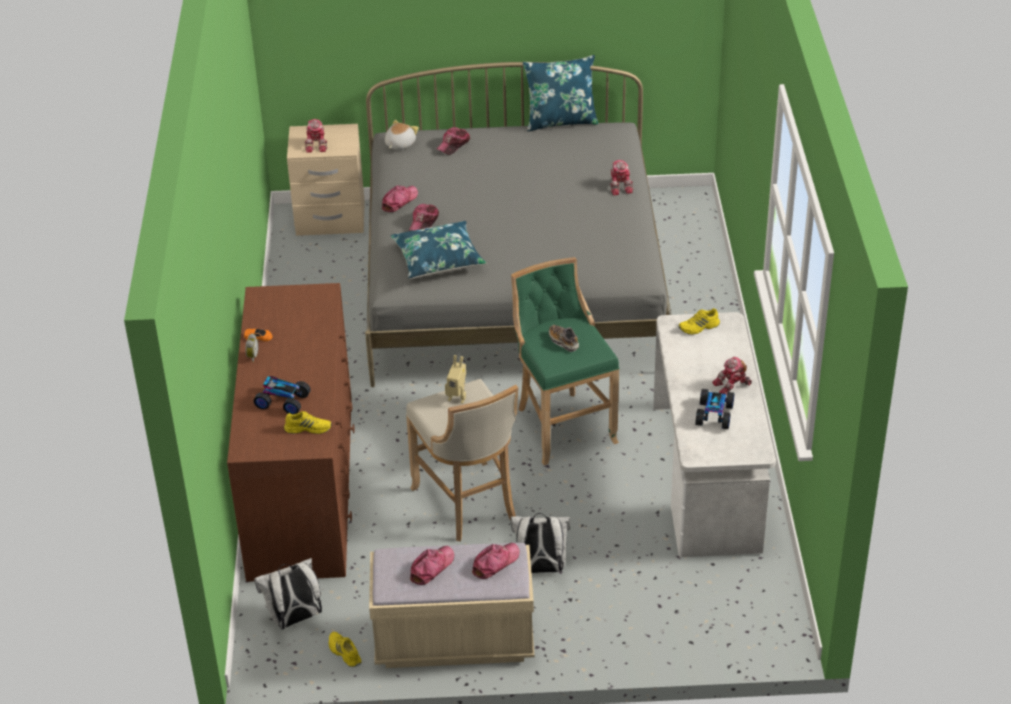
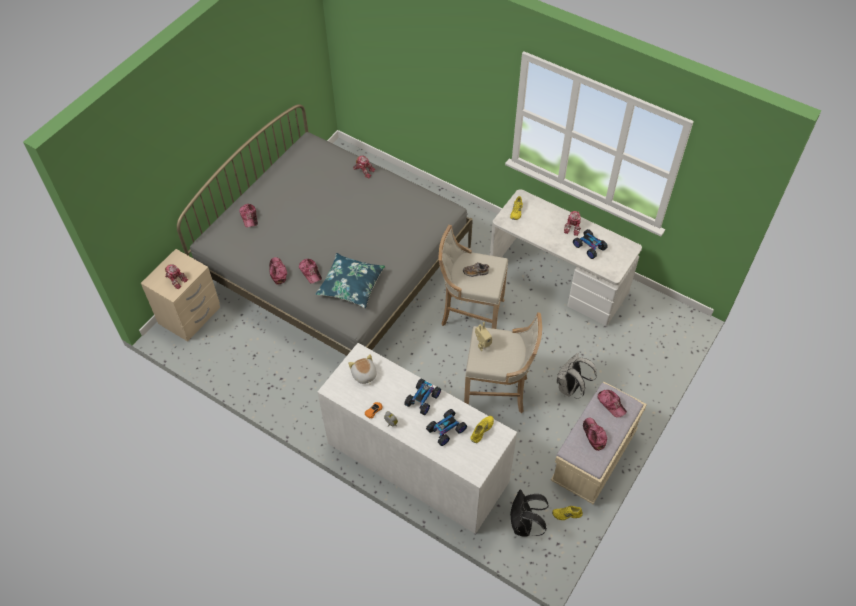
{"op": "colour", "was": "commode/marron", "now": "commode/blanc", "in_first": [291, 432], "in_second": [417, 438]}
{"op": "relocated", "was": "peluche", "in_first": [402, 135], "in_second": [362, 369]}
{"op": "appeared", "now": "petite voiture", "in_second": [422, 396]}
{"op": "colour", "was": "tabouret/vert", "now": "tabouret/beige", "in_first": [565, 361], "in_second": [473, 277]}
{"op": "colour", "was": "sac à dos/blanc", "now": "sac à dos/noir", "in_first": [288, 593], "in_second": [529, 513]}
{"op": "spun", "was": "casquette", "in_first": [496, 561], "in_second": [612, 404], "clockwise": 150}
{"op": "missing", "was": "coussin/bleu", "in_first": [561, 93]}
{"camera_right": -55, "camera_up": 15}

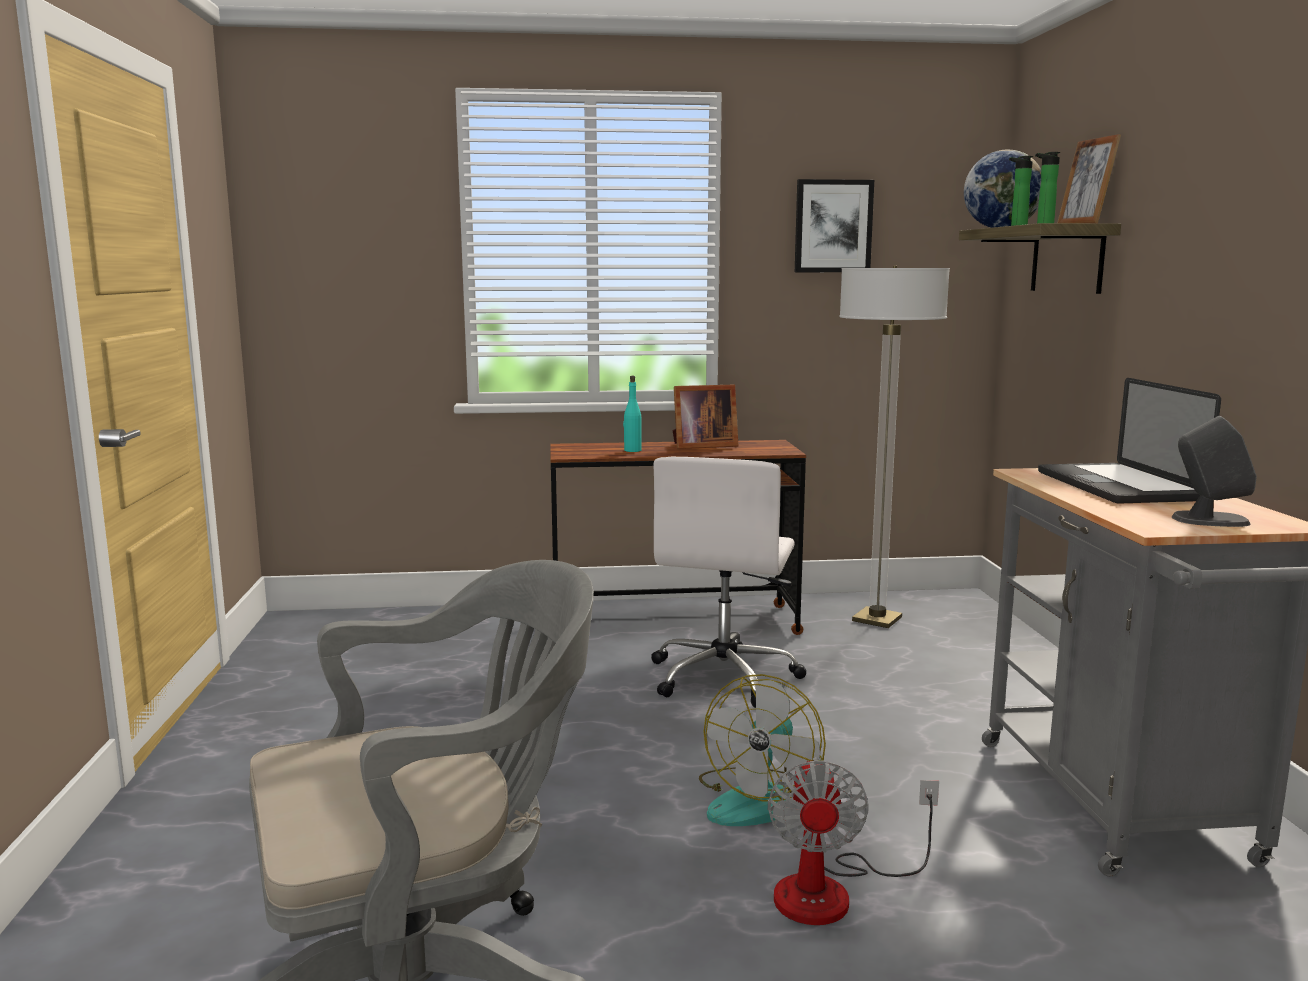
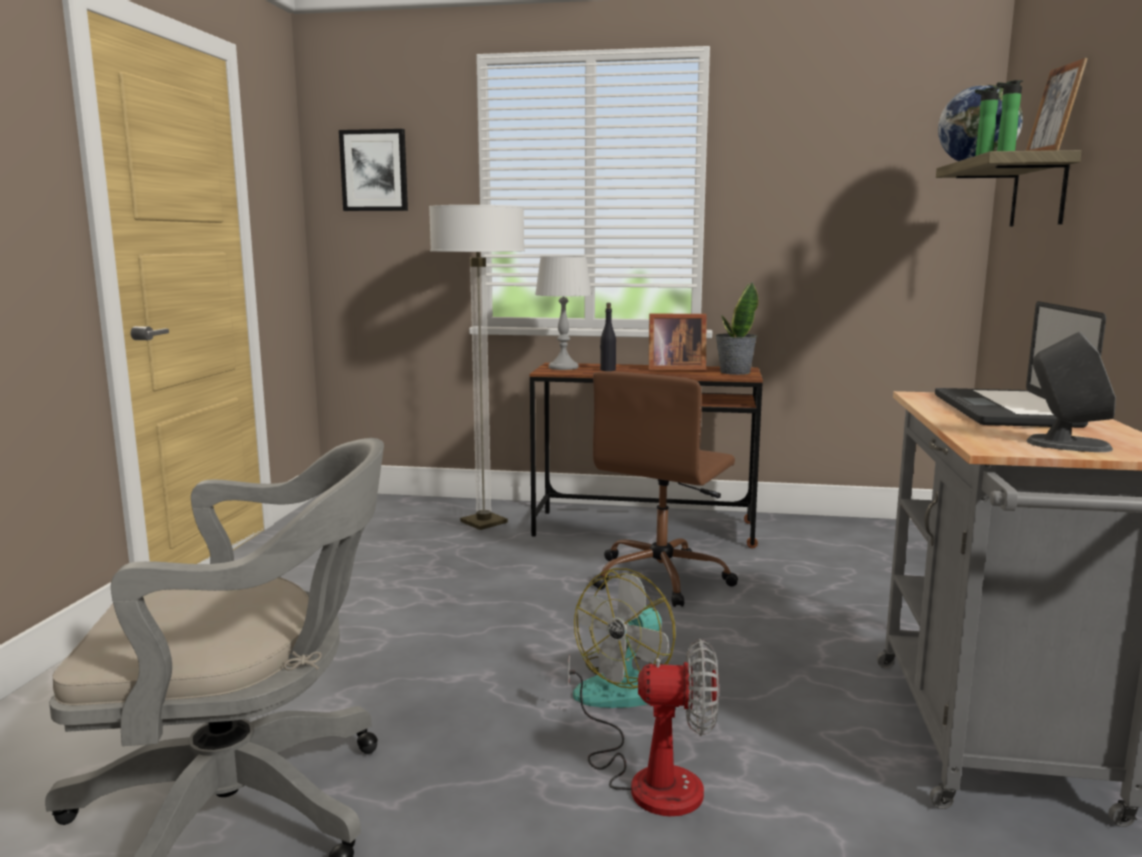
{"op": "relocated", "was": "tableau", "in_first": [834, 225], "in_second": [373, 170]}
{"op": "relocated", "was": "lampadaire", "in_first": [894, 447], "in_second": [477, 367]}
{"op": "appeared", "now": "lampe de table/gris", "in_second": [563, 313]}
{"op": "spun", "was": "ventilateur", "in_first": [853, 841], "in_second": [643, 727], "clockwise": -105}
{"op": "colour", "was": "chaise de bureau/blanc", "now": "chaise de bureau/marron", "in_first": [729, 582], "in_second": [665, 489]}
{"op": "colour", "was": "bouteille/turquoise", "now": "bouteille/noir", "in_first": [632, 414], "in_second": [608, 337]}
{"op": "appeared", "now": "plante en pot", "in_second": [737, 328]}
{"camera_right": 15, "camera_up": 0}

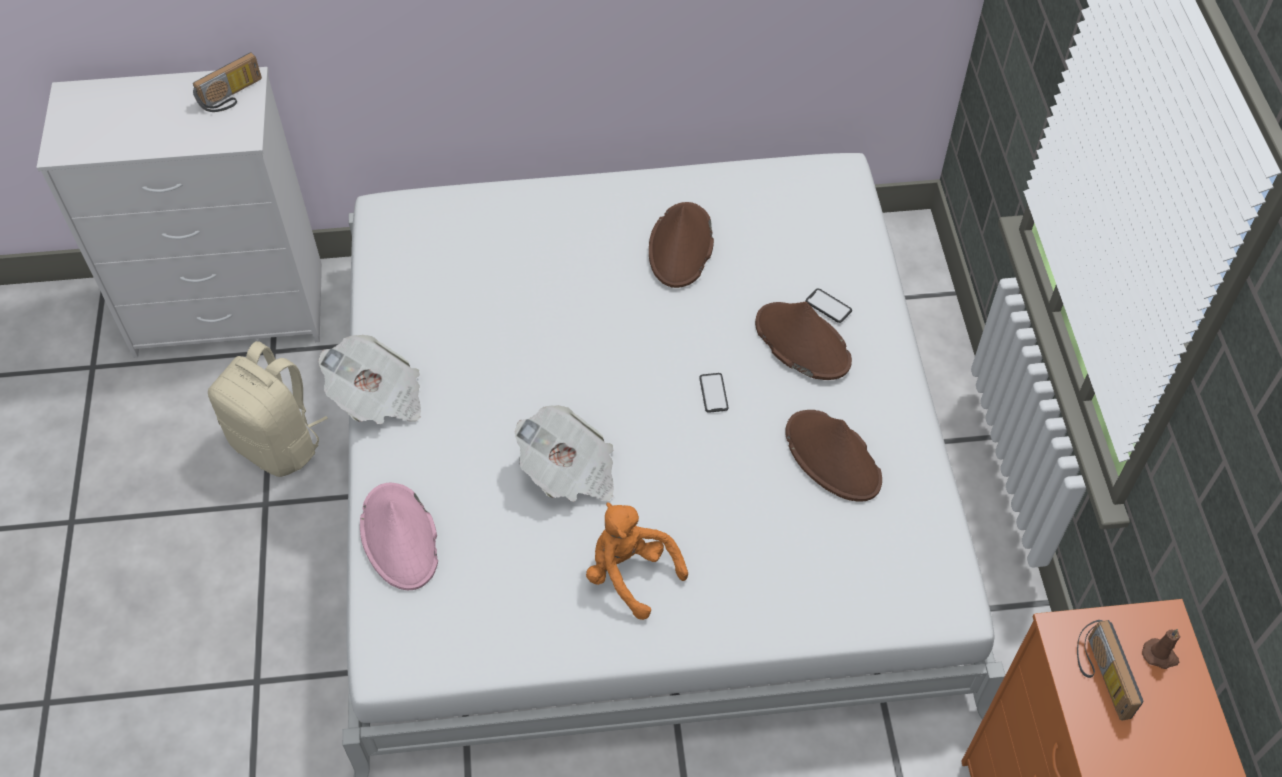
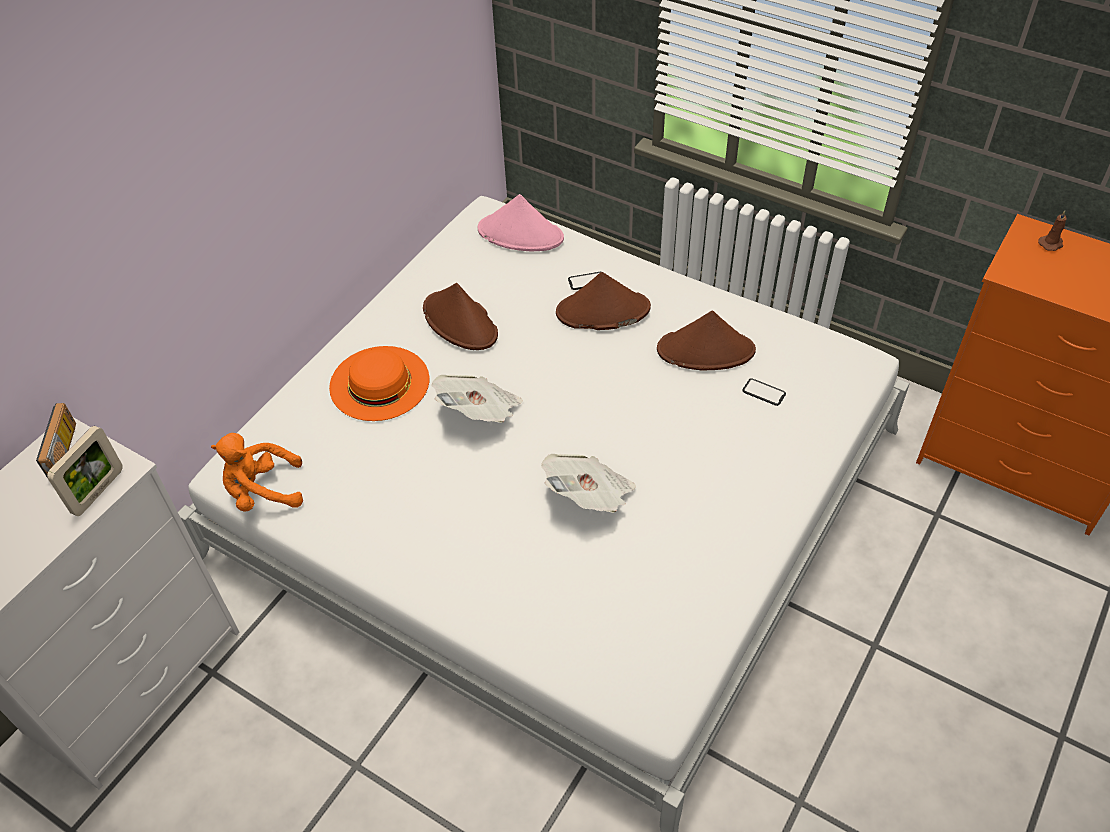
{"op": "appeared", "now": "cadre photo", "in_second": [85, 471]}
{"op": "relocated", "was": "peluche/orange", "in_first": [637, 561], "in_second": [257, 472]}
{"op": "appeared", "now": "chapeau/orange", "in_second": [379, 383]}
{"op": "relocated", "was": "journal", "in_first": [370, 379], "in_second": [477, 399]}
{"op": "relocated", "was": "chapeau/rose", "in_first": [399, 536], "in_second": [521, 222]}
{"op": "relocated", "was": "téléphone", "in_first": [713, 393], "in_second": [764, 392]}
{"op": "missing", "was": "sac à dos/beige", "in_first": [268, 409]}
{"op": "missing", "was": "radio", "in_first": [1110, 670]}
{"camera_right": -50, "camera_up": -5}

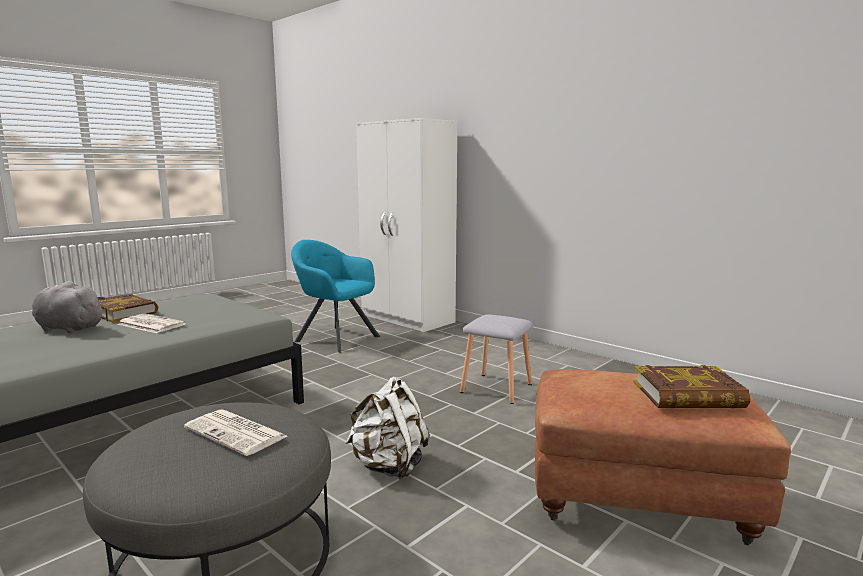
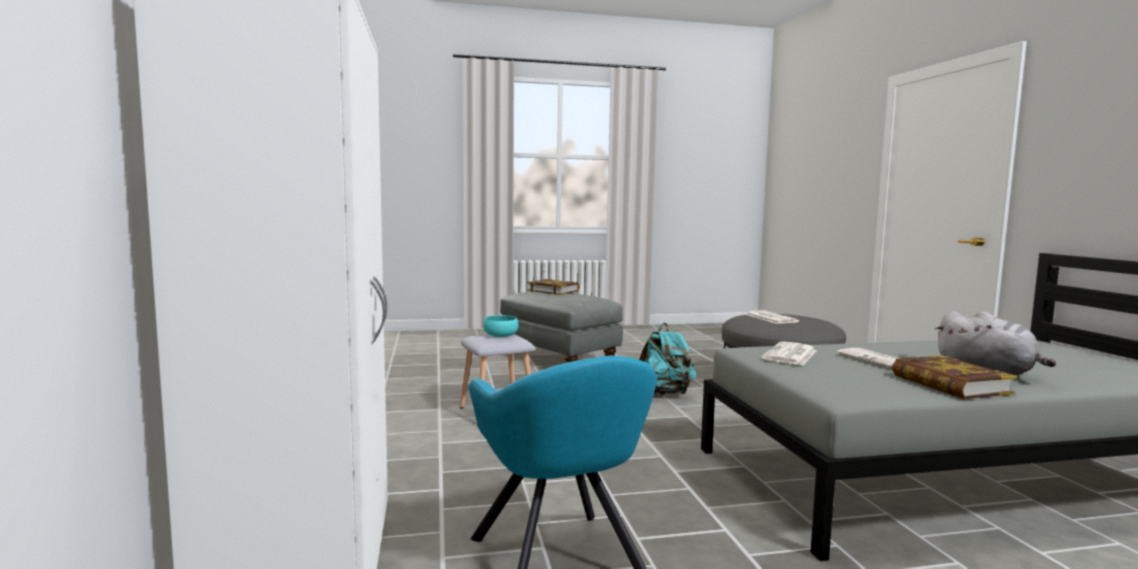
{"op": "appeared", "now": "bol/turquoise", "in_second": [501, 326]}
{"op": "colour", "was": "pouf/marron", "now": "pouf/gris", "in_first": [663, 457], "in_second": [561, 327]}
{"op": "colour", "was": "sac à dos/blanc", "now": "sac à dos/turquoise", "in_first": [387, 428], "in_second": [667, 359]}
{"op": "appeared", "now": "journal", "in_second": [789, 353]}
{"camera_right": -145, "camera_up": -5}

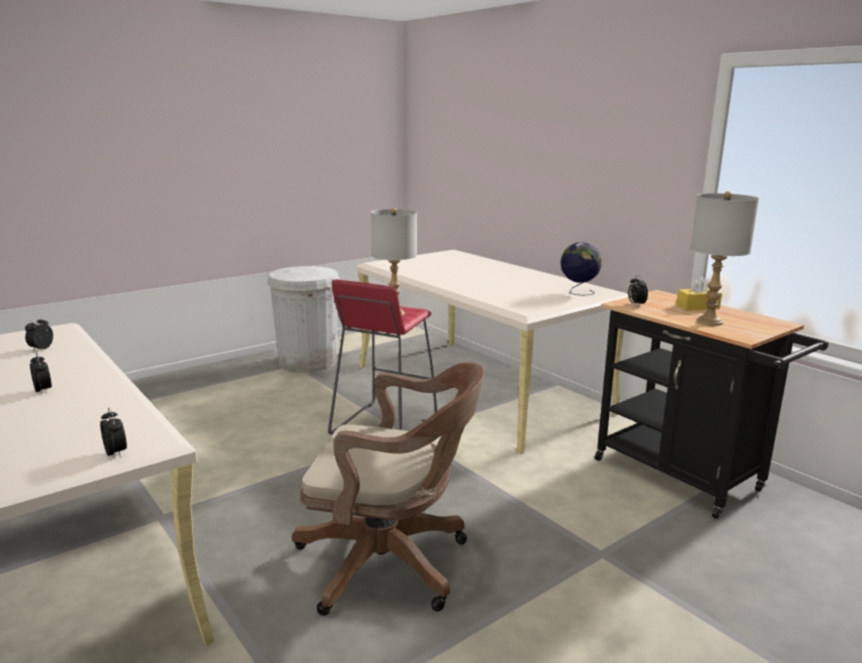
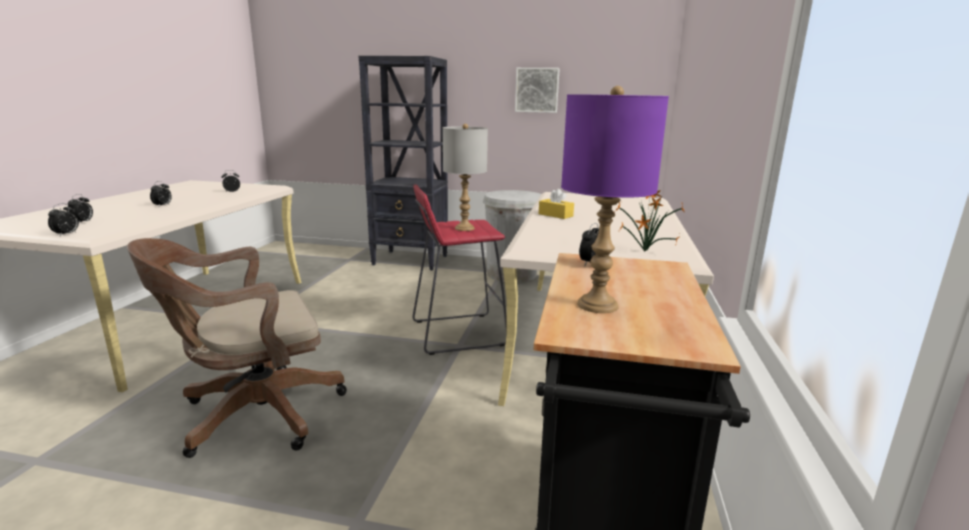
{"op": "appeared", "now": "réveil", "in_second": [80, 208]}
{"op": "spun", "was": "chaise de bureau/marron", "in_first": [388, 489], "in_second": [237, 348], "clockwise": 90}
{"op": "appeared", "now": "bibliothèque/noir", "in_second": [403, 163]}
{"op": "appeared", "now": "tableau", "in_second": [537, 90]}
{"op": "relocated", "was": "boîte à mouchoirs/jaune", "in_first": [699, 293], "in_second": [556, 204]}
{"op": "colour", "was": "lampe de table/gris", "now": "lampe de table/violet", "in_first": [724, 258], "in_second": [615, 199]}
{"op": "exchanged", "was": "globe", "now": "plante en pot", "in_first": [581, 268], "in_second": [649, 221]}
{"camera_right": 50, "camera_up": 0}

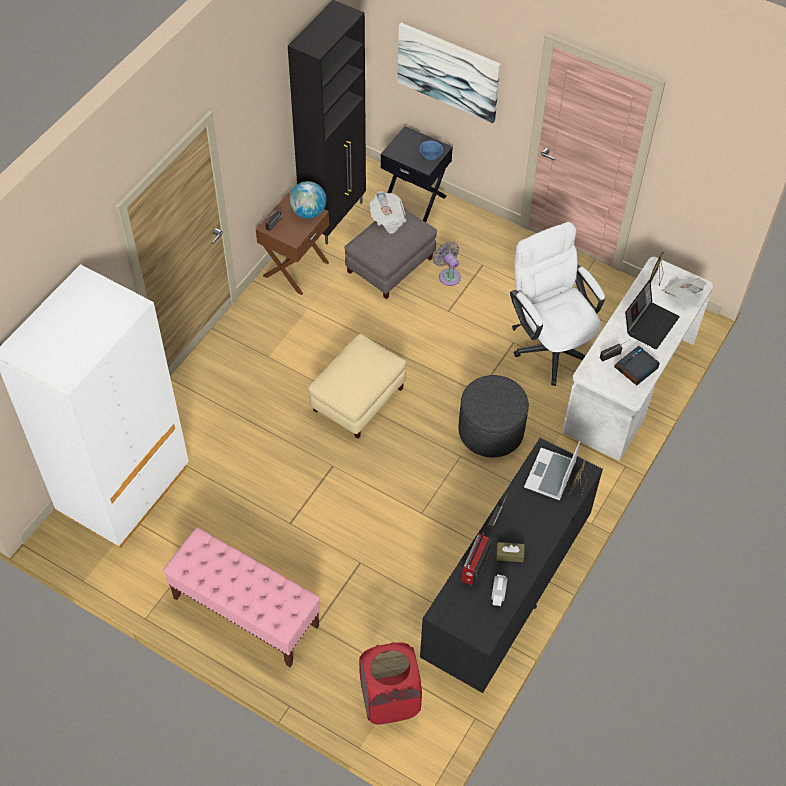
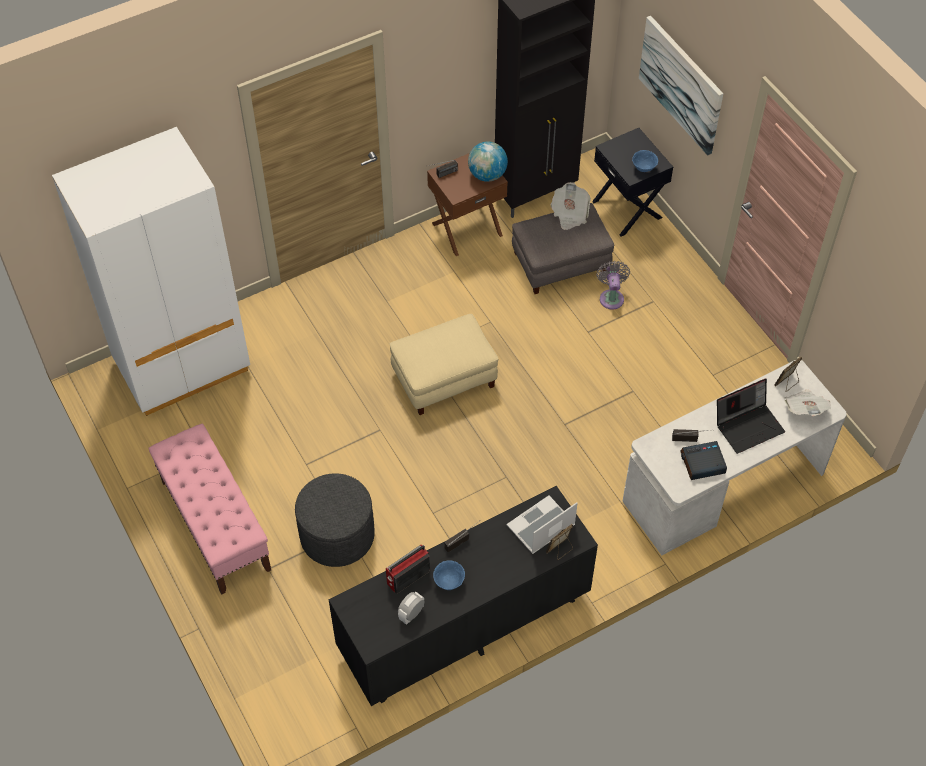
{"op": "relocated", "was": "pouf/gris", "in_first": [494, 416], "in_second": [335, 520]}
{"op": "exchanged", "was": "boîte à mouchoirs/marron", "now": "bol/bleu", "in_first": [510, 552], "in_second": [449, 575]}
{"op": "missing", "was": "panier à linge/rouge", "in_first": [390, 683]}
{"op": "missing", "was": "chaise de bureau/blanc", "in_first": [557, 304]}
{"camera_right": 30, "camera_up": 0}

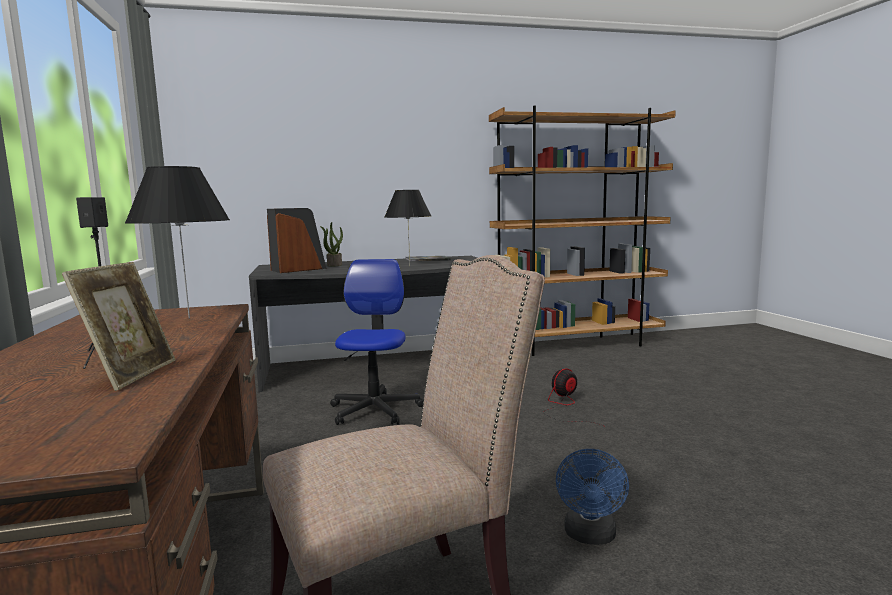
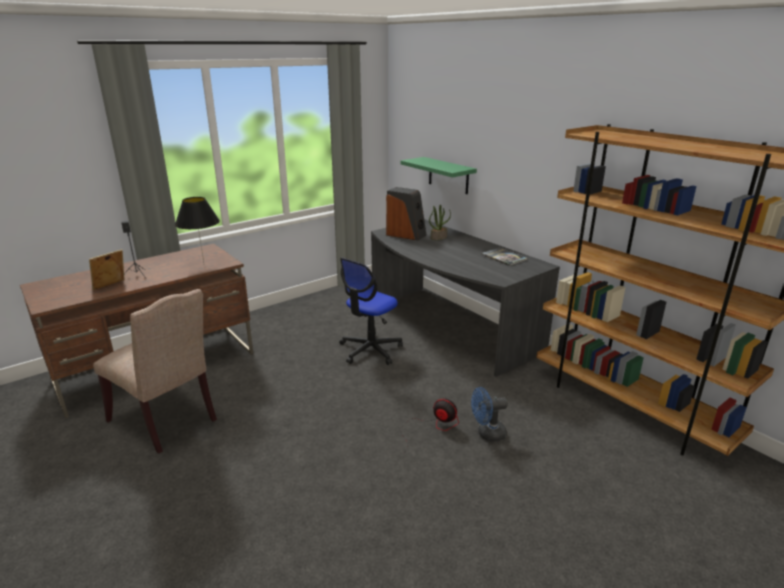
{"op": "spun", "was": "cadre photo", "in_first": [118, 326], "in_second": [106, 269], "clockwise": 150}
{"op": "spun", "was": "chaise de bureau", "in_first": [377, 342], "in_second": [371, 311], "clockwise": 150}
{"op": "appeared", "now": "étagère/vert", "in_second": [439, 175]}
{"op": "relocated", "was": "ventilateur/bleu", "in_first": [592, 497], "in_second": [489, 414]}
{"op": "missing", "was": "lampe de table/noir", "in_first": [408, 228]}
{"camera_right": 65, "camera_up": 15}

